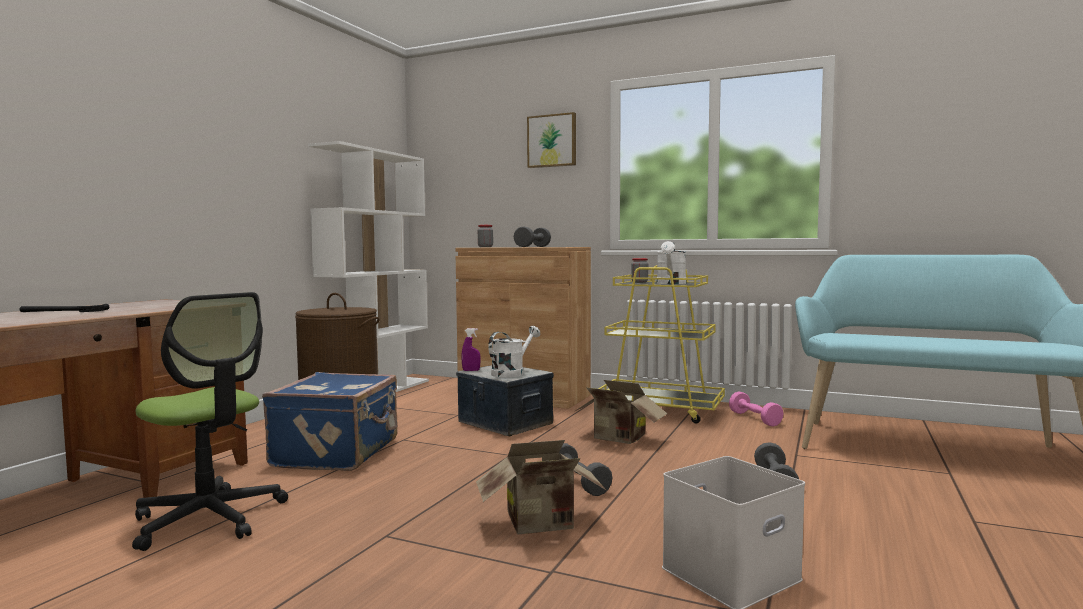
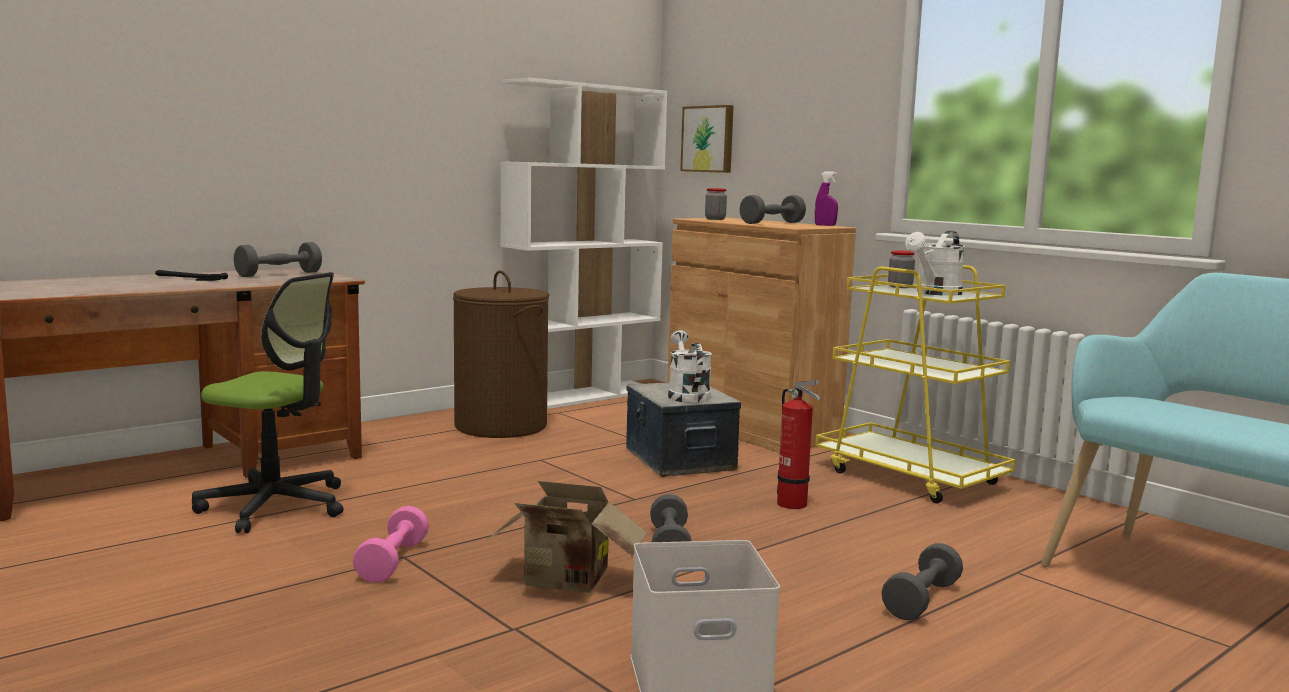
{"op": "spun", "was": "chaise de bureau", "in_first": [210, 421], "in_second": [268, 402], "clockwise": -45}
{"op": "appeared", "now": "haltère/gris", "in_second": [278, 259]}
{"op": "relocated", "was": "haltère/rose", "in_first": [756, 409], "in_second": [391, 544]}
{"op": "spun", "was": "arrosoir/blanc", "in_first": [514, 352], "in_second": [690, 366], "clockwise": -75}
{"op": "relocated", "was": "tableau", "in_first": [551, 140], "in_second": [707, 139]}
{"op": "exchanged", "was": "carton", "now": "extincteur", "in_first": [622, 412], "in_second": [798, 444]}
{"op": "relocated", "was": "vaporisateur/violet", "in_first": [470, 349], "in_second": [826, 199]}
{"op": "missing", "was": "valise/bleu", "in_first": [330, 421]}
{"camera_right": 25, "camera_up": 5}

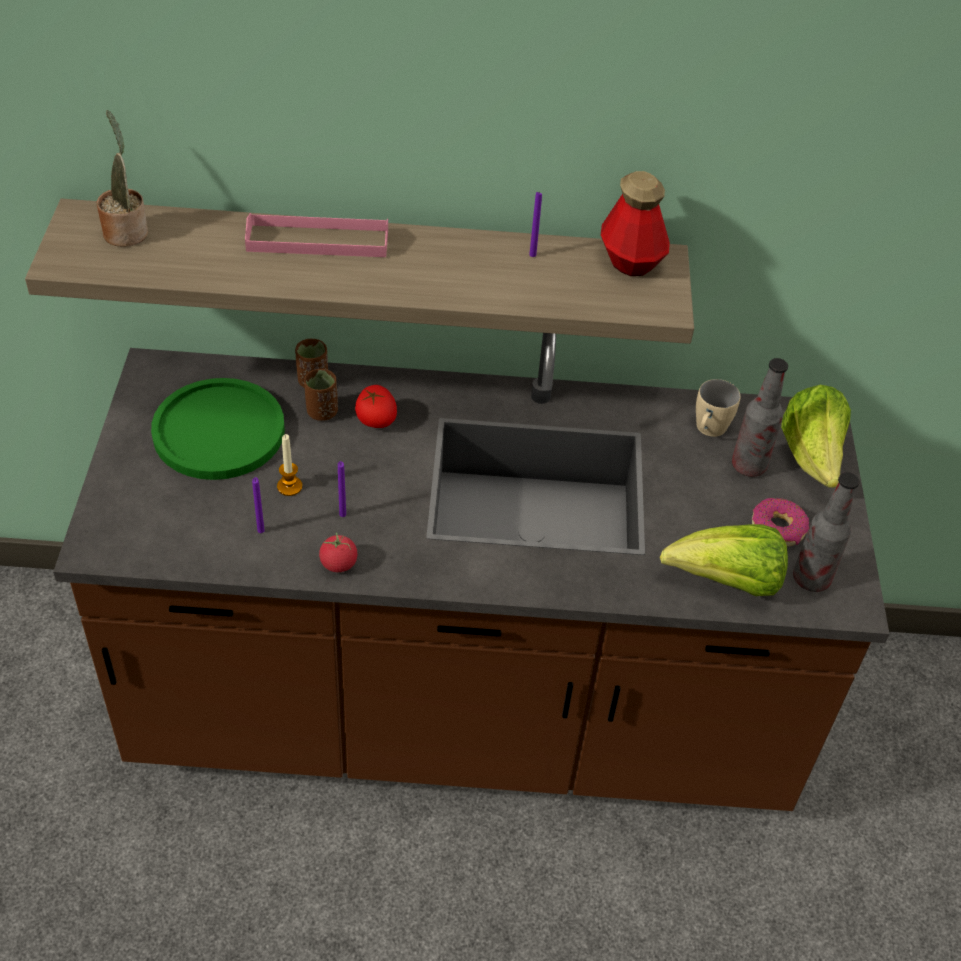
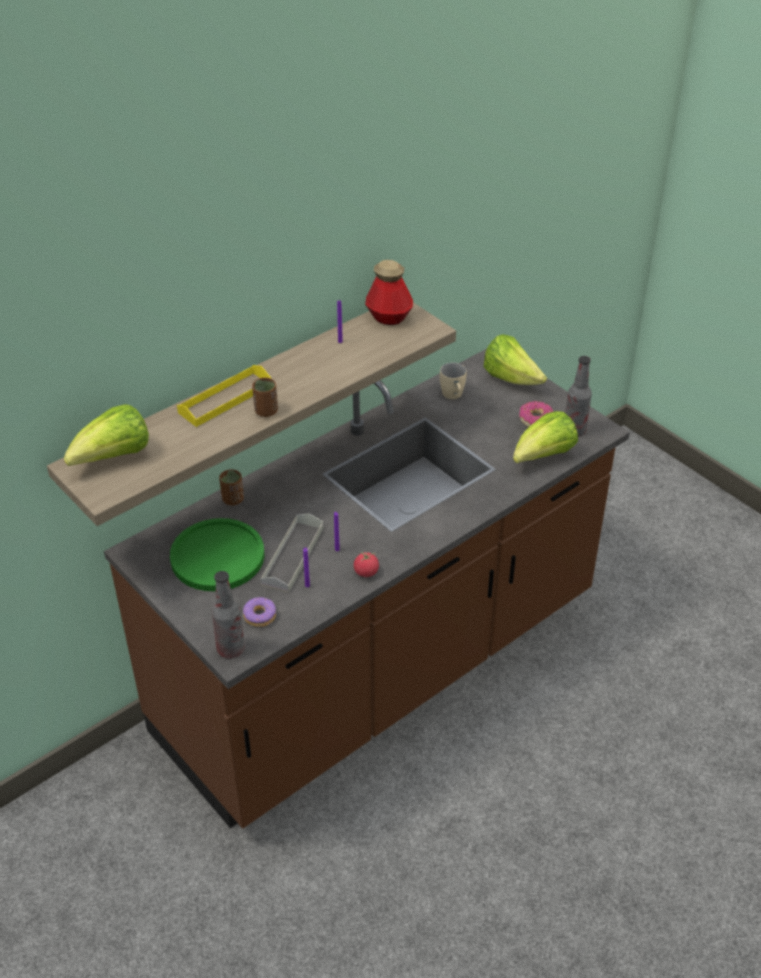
{"op": "exchanged", "was": "plante en pot", "now": "laitue", "in_first": [122, 178], "in_second": [106, 435]}
{"op": "colour", "was": "plateau/rose", "now": "plateau/jaune", "in_first": [316, 235], "in_second": [224, 396]}
{"op": "relocated", "was": "bouteille", "in_first": [760, 417], "in_second": [228, 614]}
{"op": "appeared", "now": "beignet", "in_second": [259, 612]}
{"op": "relocated", "was": "tasse/marron", "in_first": [321, 395], "in_second": [265, 397]}
{"op": "exchanged", "was": "bougie", "now": "plateau/gris", "in_first": [289, 465], "in_second": [291, 553]}
{"op": "missing", "was": "tomate", "in_first": [376, 406]}
{"camera_right": -40, "camera_up": -5}

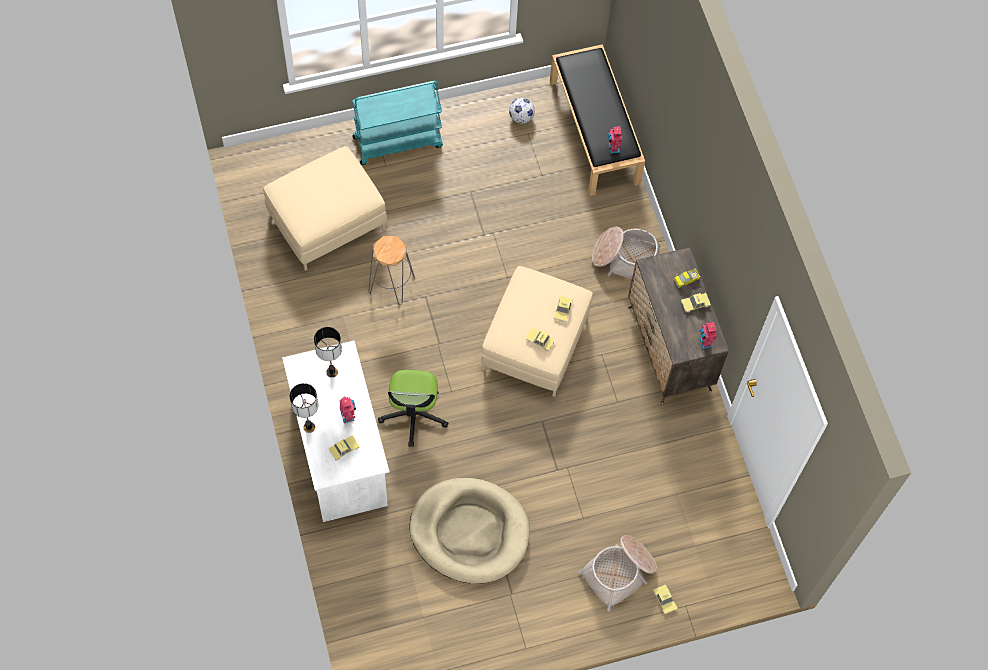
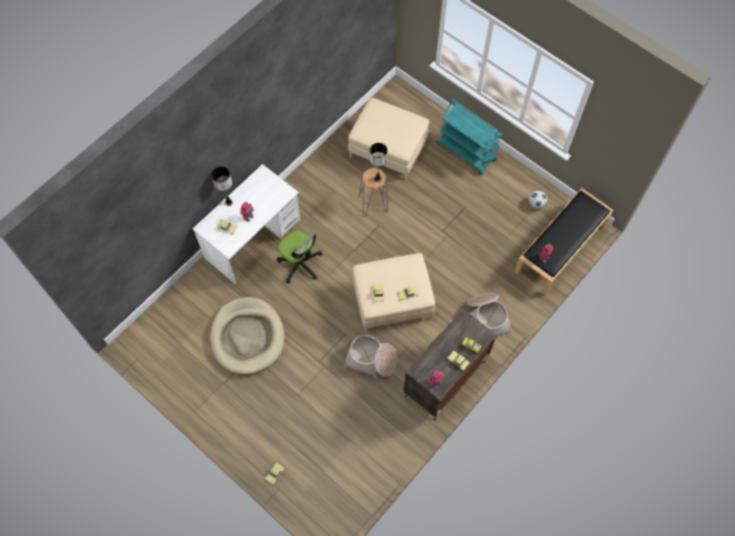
{"op": "spun", "was": "chaise de bureau", "in_first": [413, 408], "in_second": [299, 257], "clockwise": -105}
{"op": "relocated", "was": "panier", "in_first": [617, 573], "in_second": [370, 356]}
{"op": "relocated", "was": "lampe de table", "in_first": [328, 352], "in_second": [378, 162]}
{"camera_right": 60, "camera_up": 0}

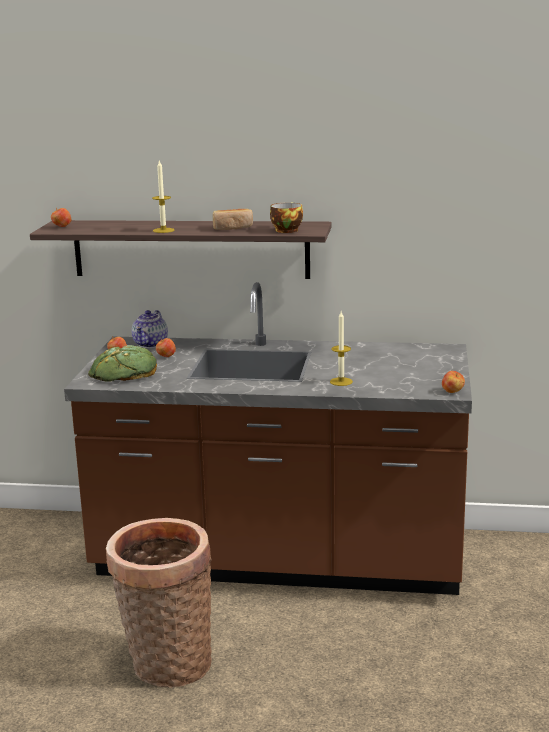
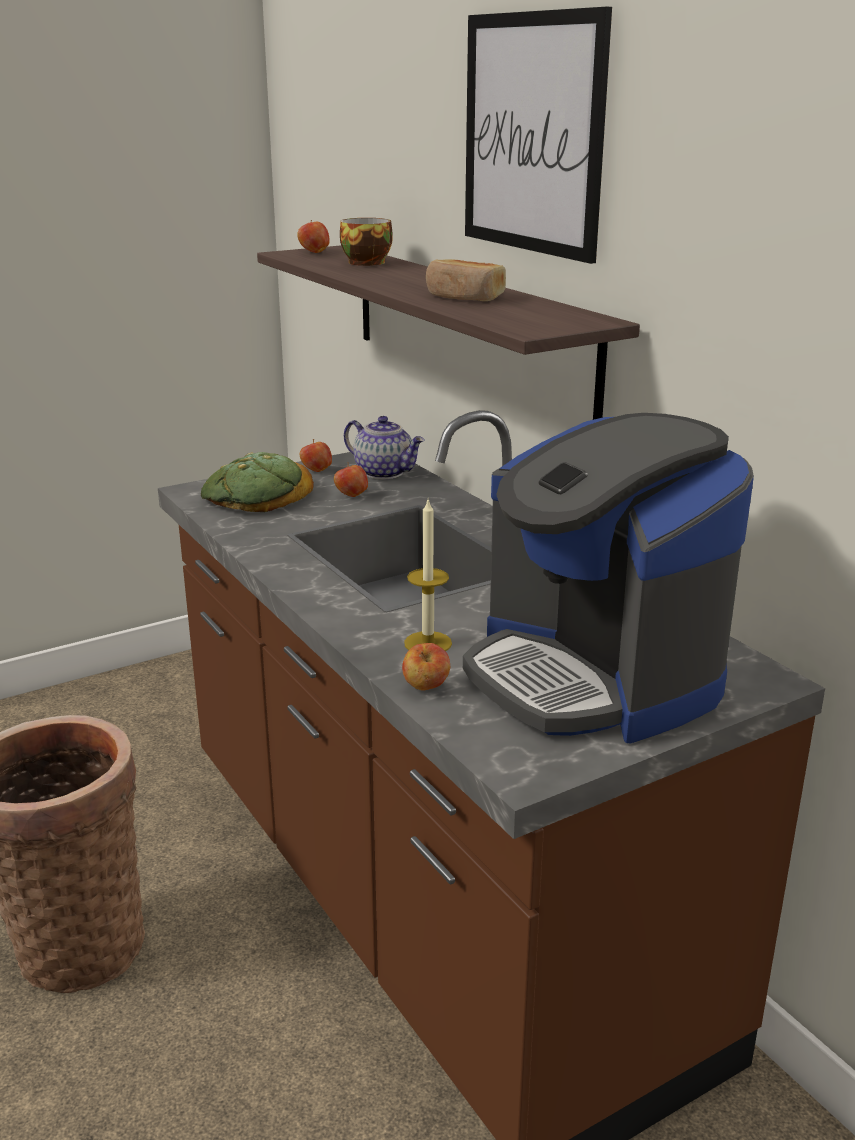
{"op": "relocated", "was": "tasse", "in_first": [286, 217], "in_second": [366, 242]}
{"op": "spun", "was": "théière", "in_first": [149, 329], "in_second": [384, 447], "clockwise": -120}
{"op": "relocated", "was": "pomme", "in_first": [453, 382], "in_second": [426, 667]}
{"op": "appeared", "now": "machine à café", "in_second": [608, 578]}
{"op": "appeared", "now": "tableau", "in_second": [538, 135]}
{"op": "missing", "was": "bougie", "in_first": [163, 197]}
{"camera_right": 50, "camera_up": 5}

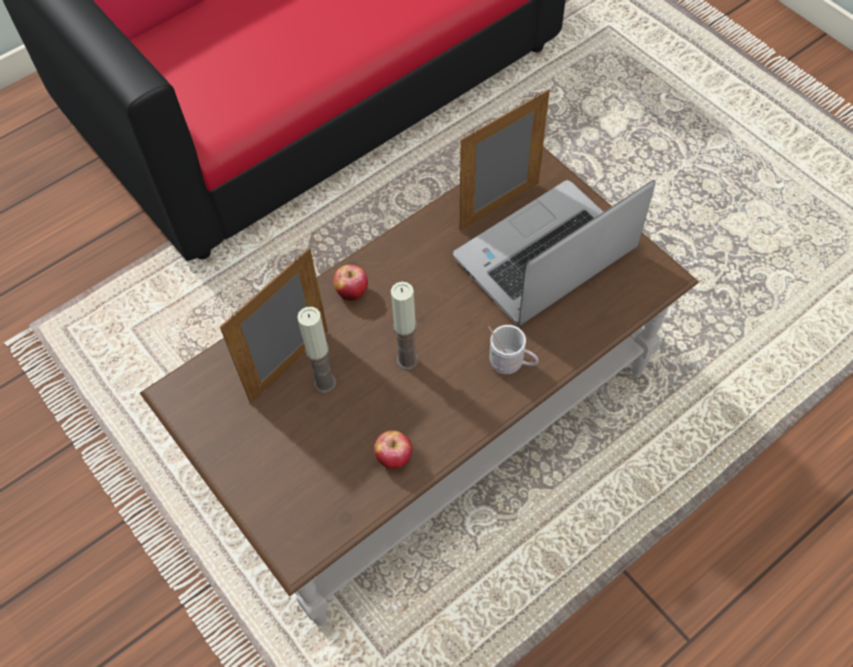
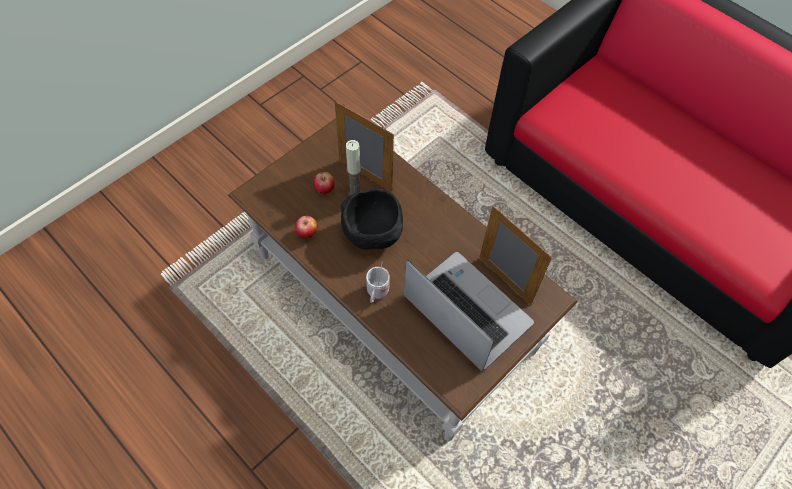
{"op": "relocated", "was": "pomme", "in_first": [350, 283], "in_second": [324, 183]}
{"op": "exchanged", "was": "bougie", "now": "bol/noir", "in_first": [405, 326], "in_second": [372, 219]}
{"camera_right": 80, "camera_up": 0}

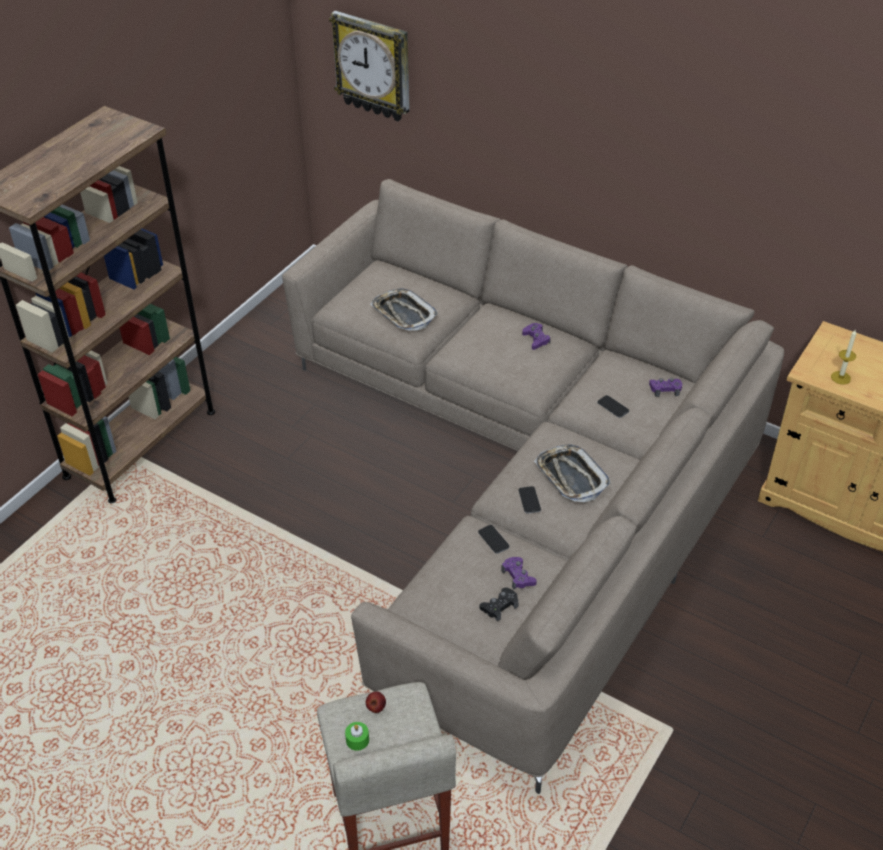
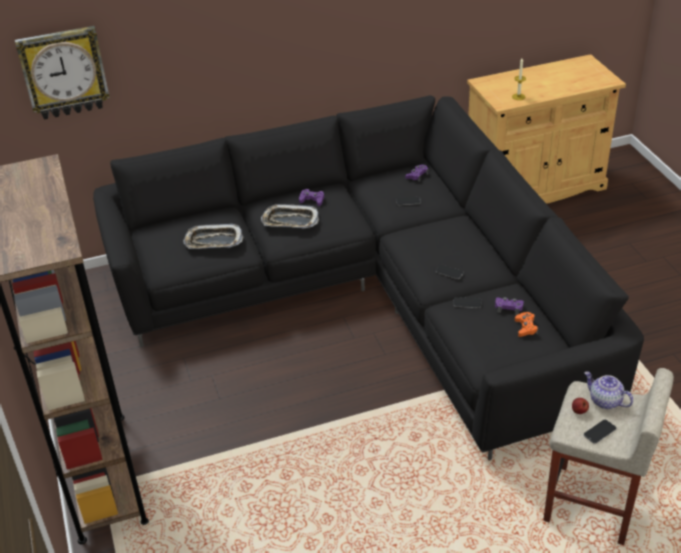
{"op": "colour", "was": "canapé/beige", "now": "canapé/noir", "in_first": [533, 486], "in_second": [368, 277]}
{"op": "relocated", "was": "plateau", "in_first": [572, 473], "in_second": [290, 216]}
{"op": "colour", "was": "manette/noir", "now": "manette/orange", "in_first": [499, 604], "in_second": [526, 324]}
{"op": "appeared", "now": "théière", "in_second": [608, 390]}
{"op": "exchanged", "was": "bougie/vert", "now": "téléphone", "in_first": [357, 736], "in_second": [600, 432]}
{"camera_right": -50, "camera_up": -5}

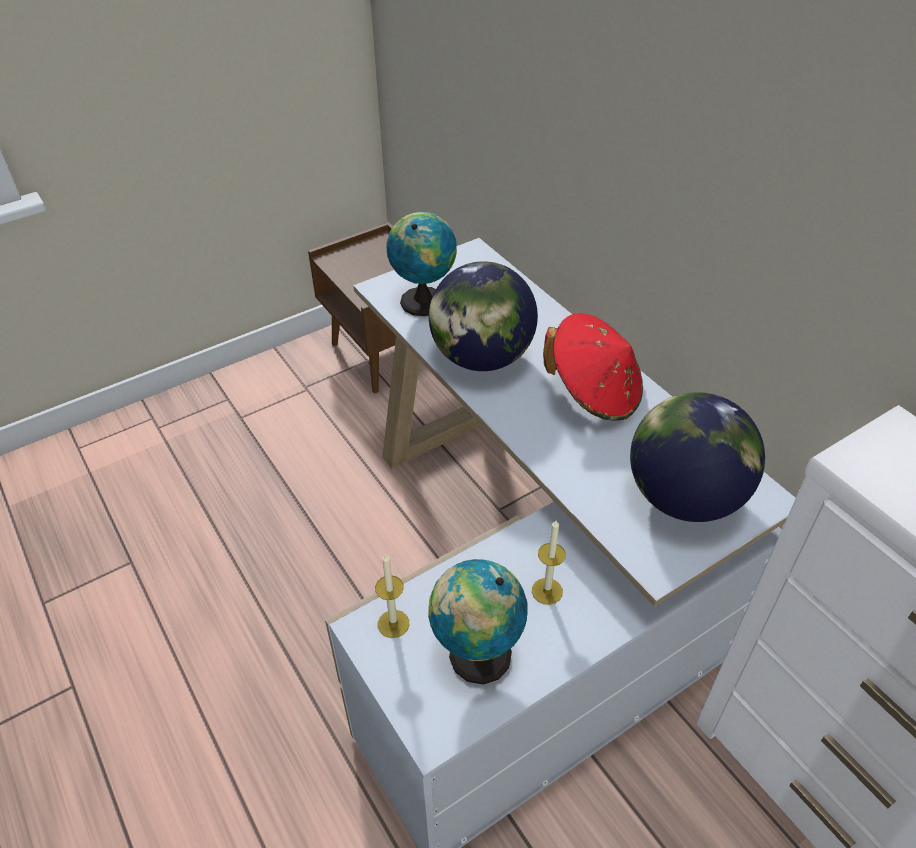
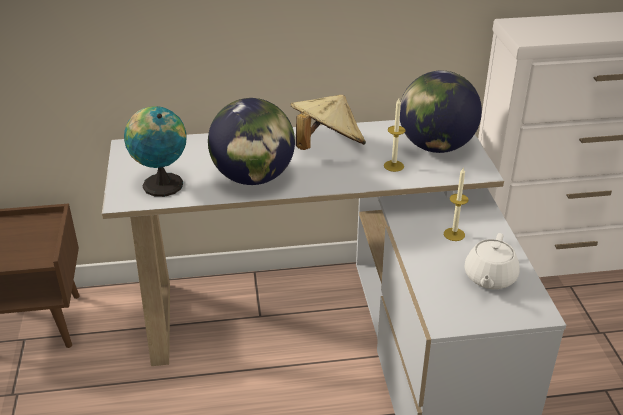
{"op": "colour", "was": "chapeau/rouge", "now": "chapeau/beige", "in_first": [593, 367], "in_second": [328, 122]}
{"op": "relocated", "was": "bougie", "in_first": [392, 595], "in_second": [395, 135]}
{"op": "exchanged", "was": "globe", "now": "théière/blanc", "in_first": [478, 622], "in_second": [492, 261]}
{"camera_right": -65, "camera_up": -10}

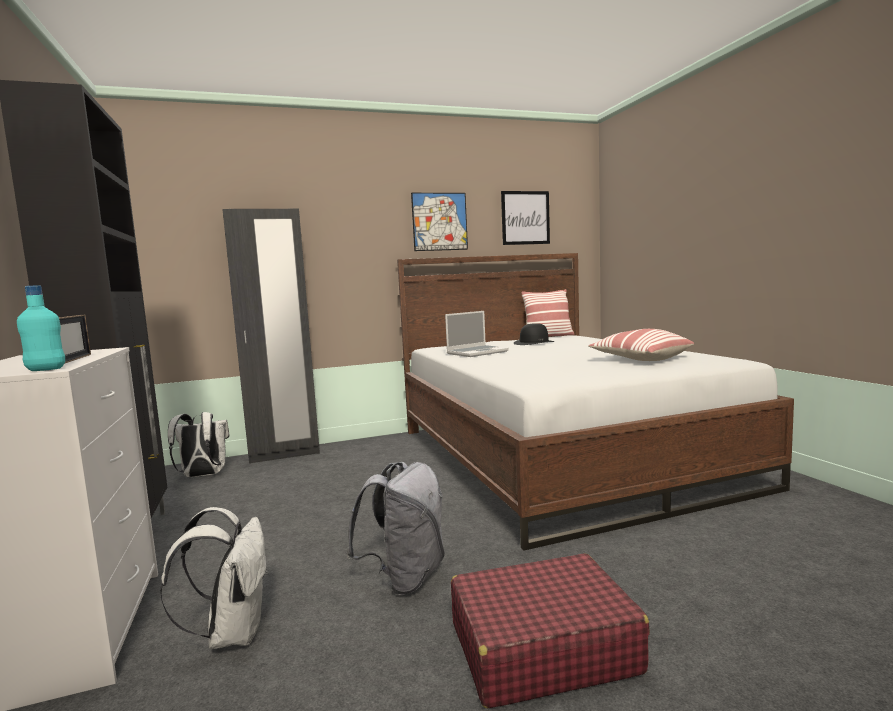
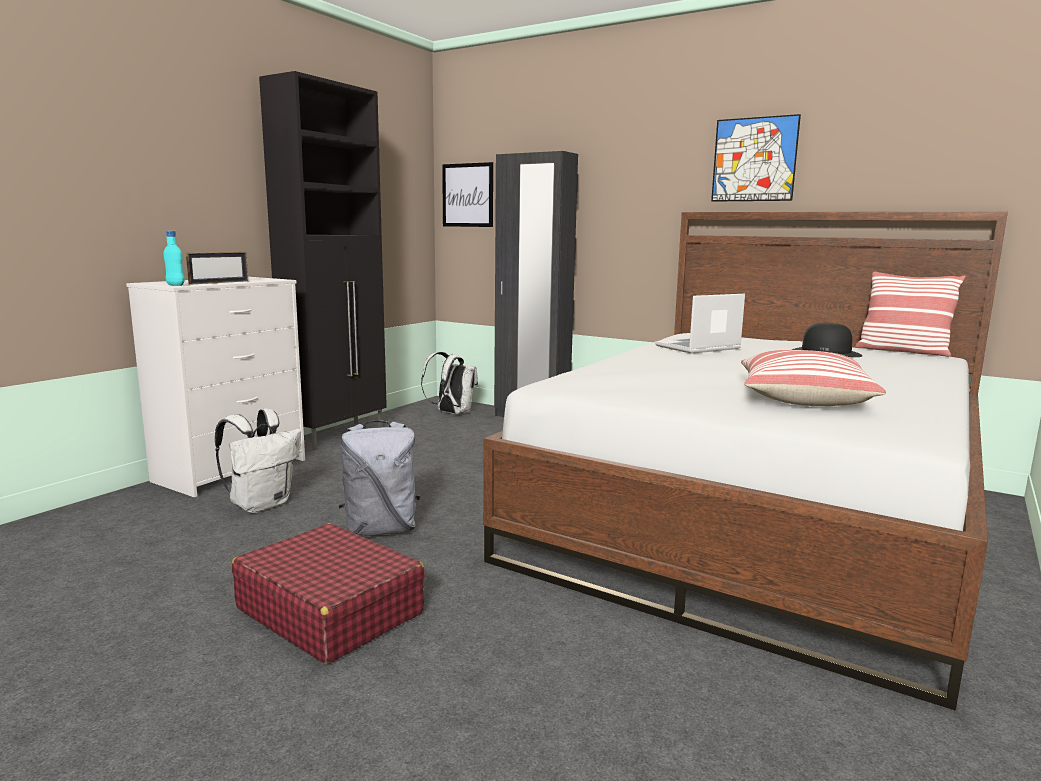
{"op": "relocated", "was": "tableau", "in_first": [525, 218], "in_second": [467, 194]}
{"op": "spun", "was": "ordinateur portable", "in_first": [477, 334], "in_second": [700, 324], "clockwise": 135}
{"camera_right": 50, "camera_up": 5}

